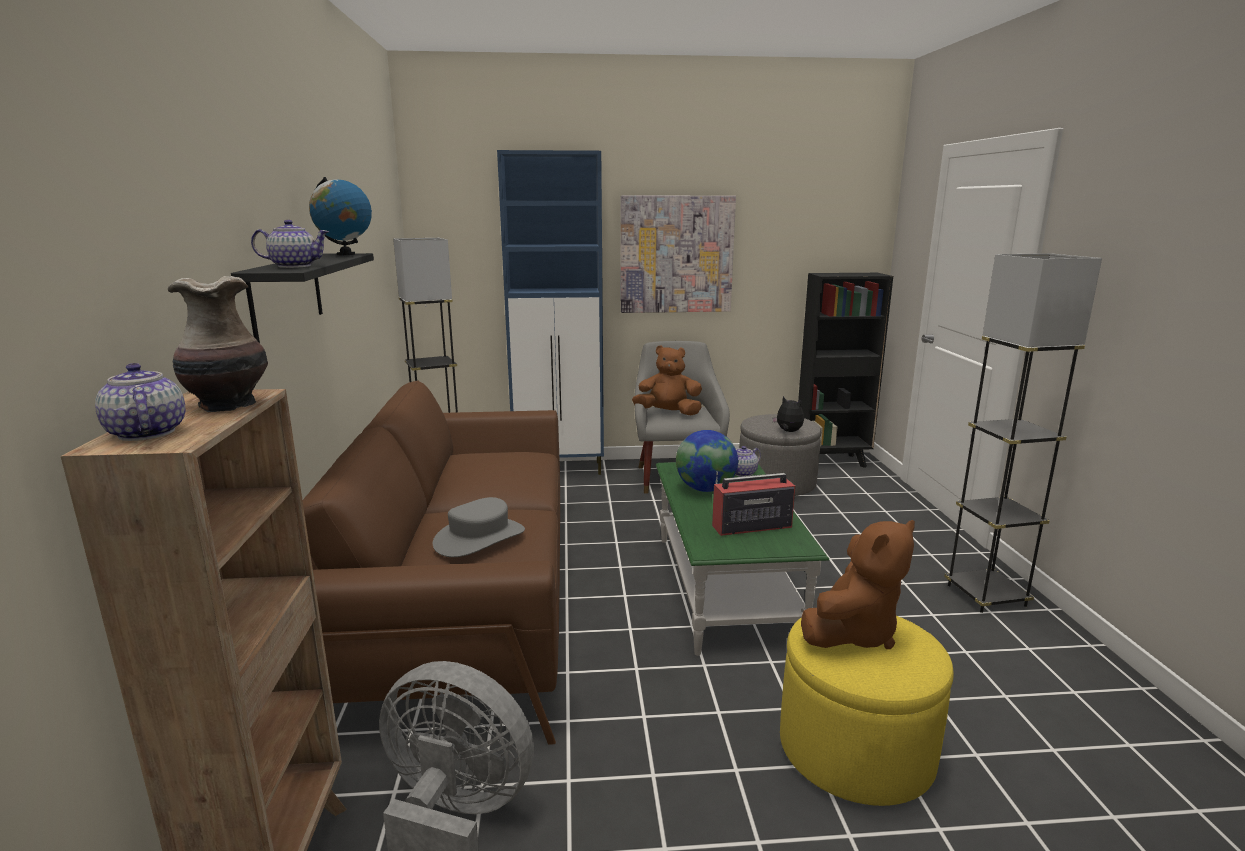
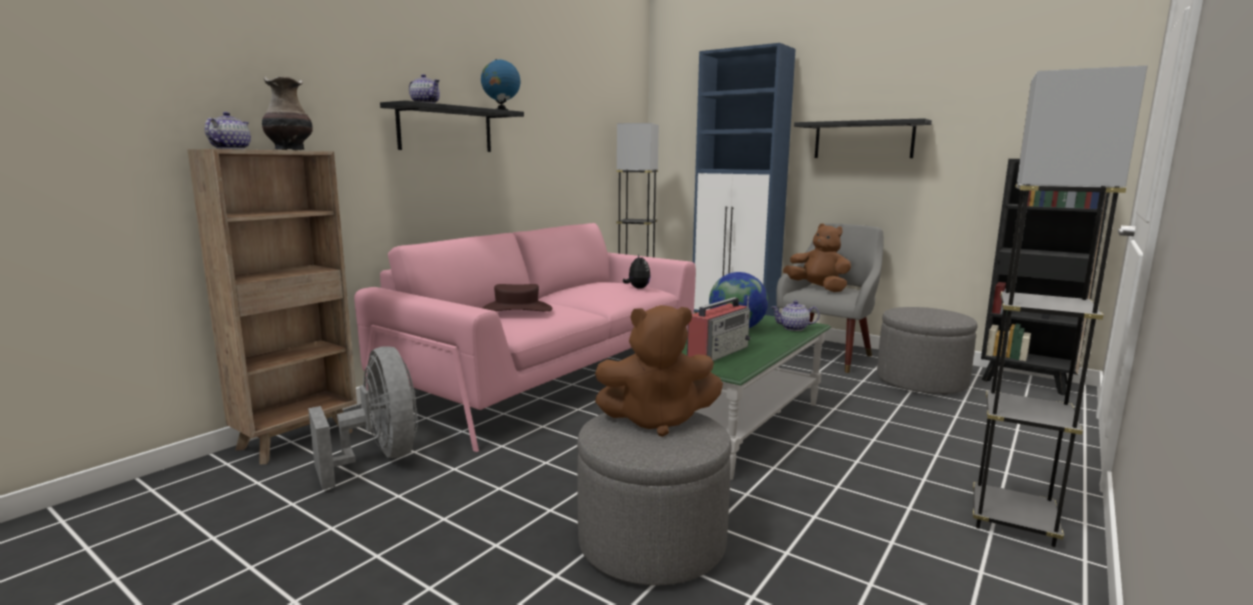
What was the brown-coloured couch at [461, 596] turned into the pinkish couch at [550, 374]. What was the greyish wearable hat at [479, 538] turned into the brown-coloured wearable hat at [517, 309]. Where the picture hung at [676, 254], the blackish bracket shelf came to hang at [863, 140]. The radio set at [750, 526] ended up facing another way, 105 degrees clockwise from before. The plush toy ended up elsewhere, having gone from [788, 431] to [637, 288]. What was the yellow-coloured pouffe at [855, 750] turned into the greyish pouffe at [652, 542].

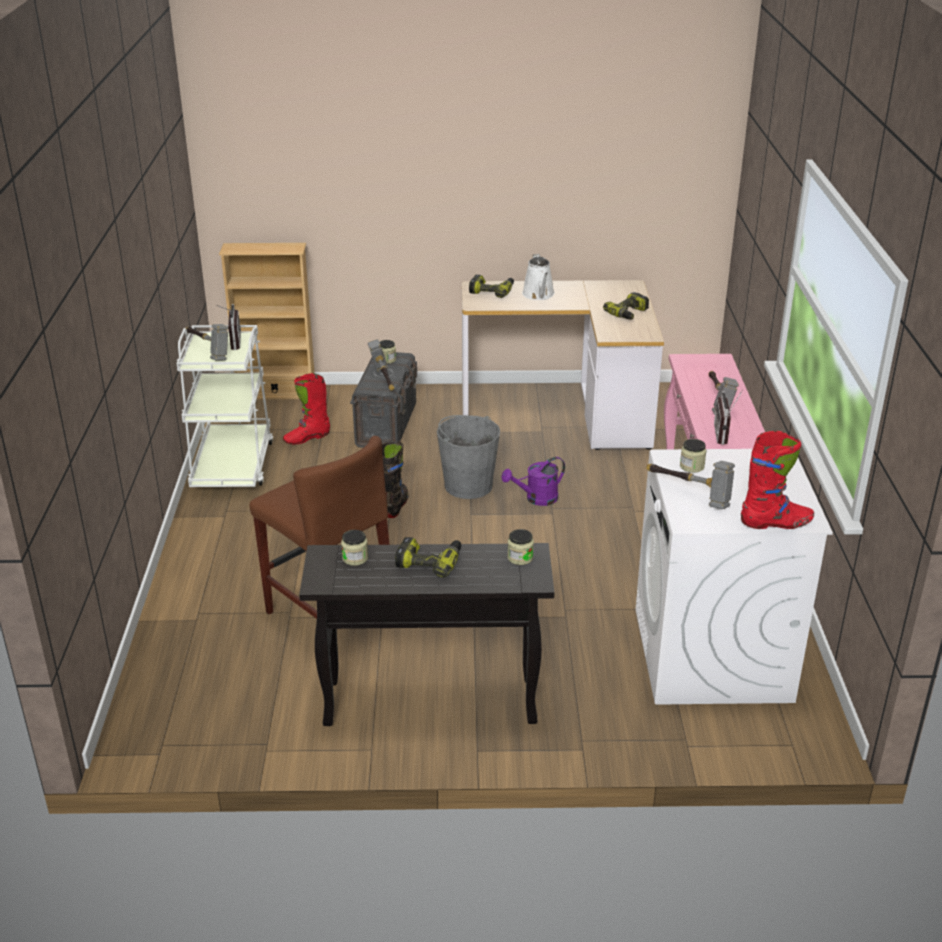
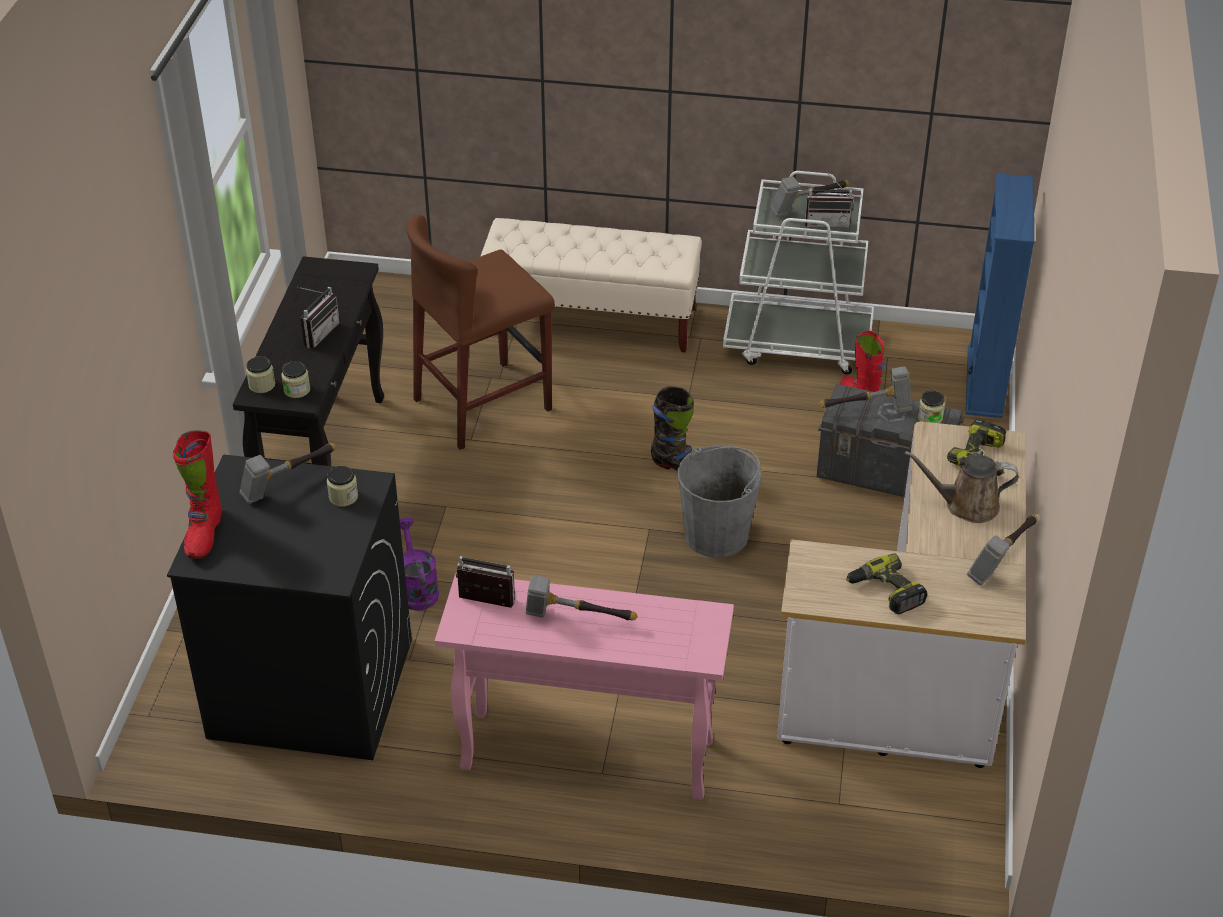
What was the sand-coloured shelving unit at [276, 393] turned into the blue shelving unit at [985, 382]. The preserve jar ended up elsewhere, having gone from [355, 558] to [262, 385]. Where the electric drill stood at [430, 562], the radio set came to stand at [317, 333]. The purple watering can ended up elsewhere, having gone from [536, 499] to [416, 588]. What was the whitish watering can at [539, 295] turned into the brown-coloured watering can at [966, 505]. What was the whitish laundry machine at [712, 655] turned into the blackish laundry machine at [309, 688]. The second view gained the sand-coloured indoor bench at [592, 321]. The second view gained the tool hammer at [1003, 558].

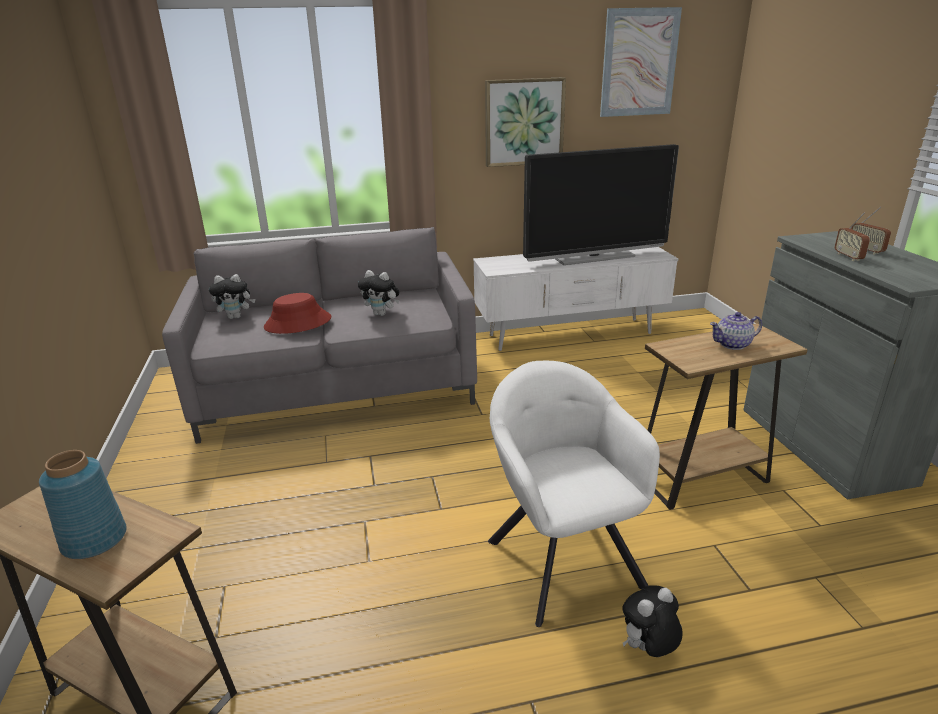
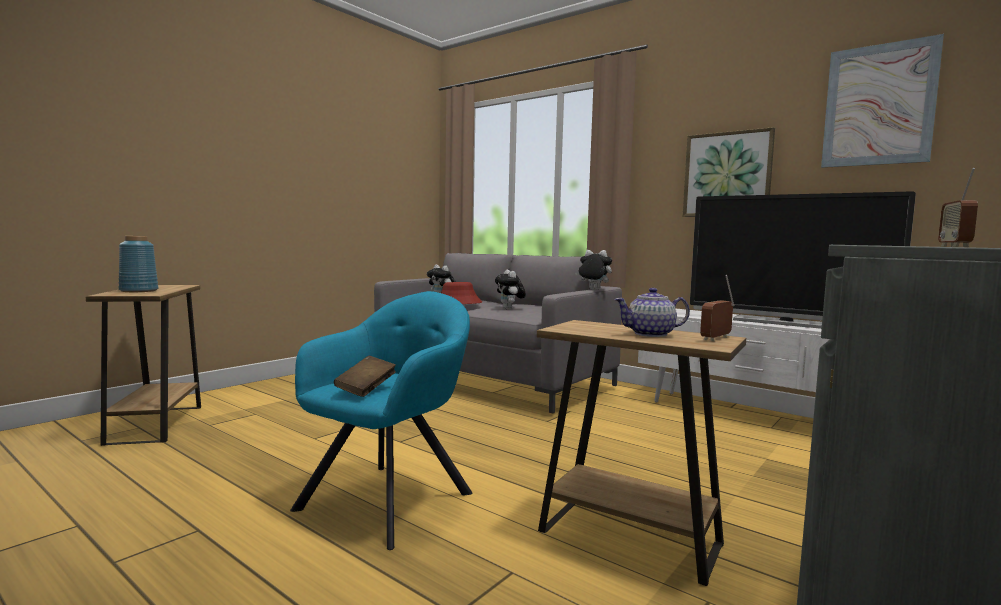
What was the whitish lounge chair at [561, 559] turned into the turquoise lounge chair at [390, 498]. The plush toy ended up elsewhere, having gone from [648, 649] to [593, 289]. The pot for tea at [733, 344] ended up facing another way, 45 degrees counterclockwise from before. The radio set ended up elsewhere, having gone from [848, 257] to [716, 338]. The second view gained the brown-coloured book at [366, 389].

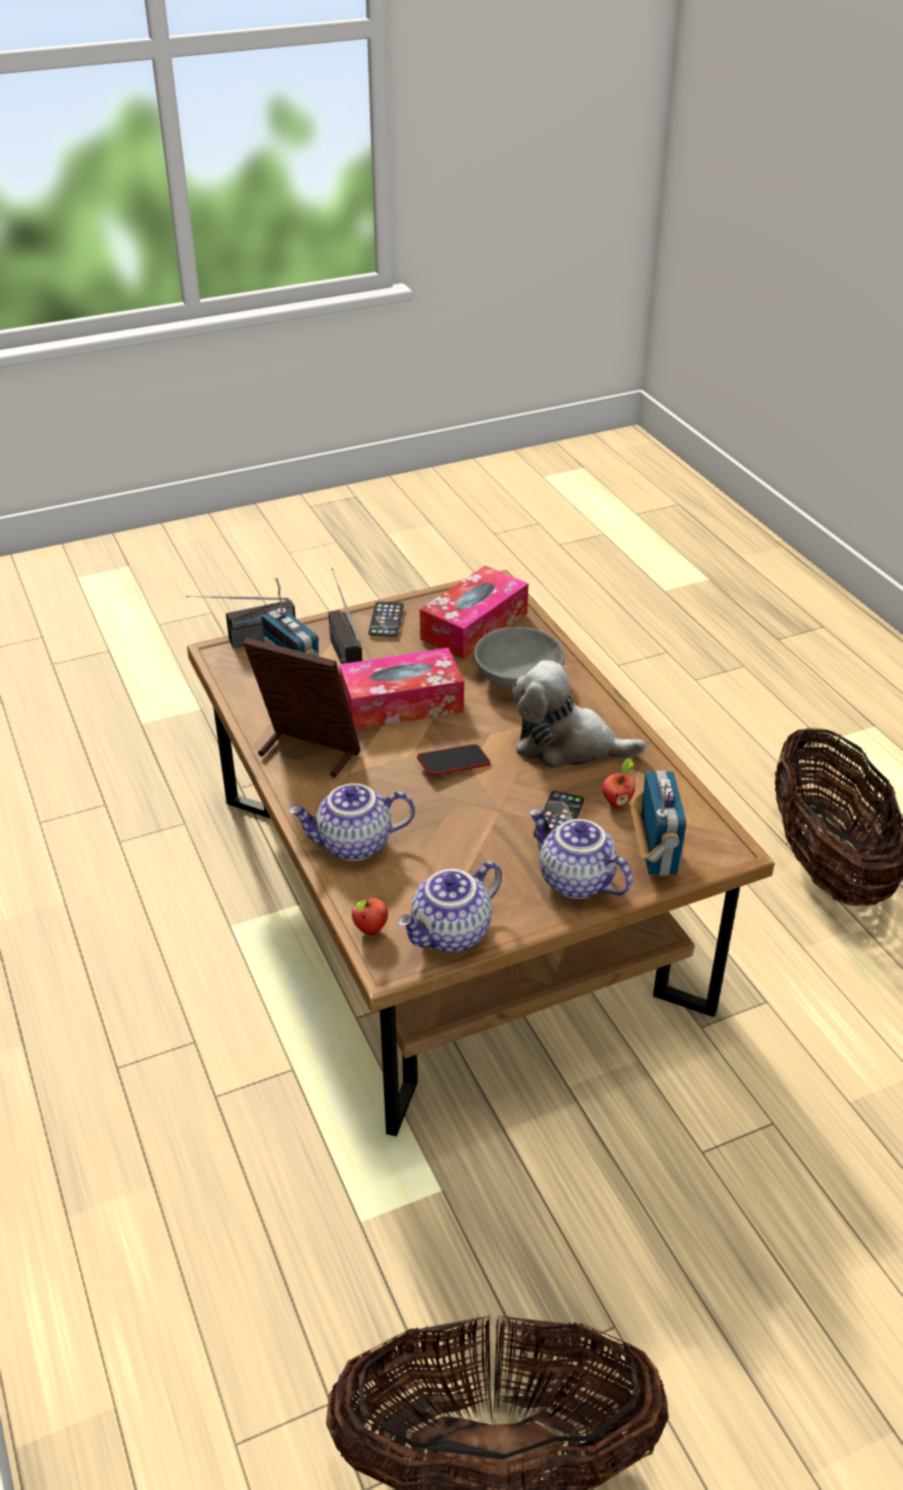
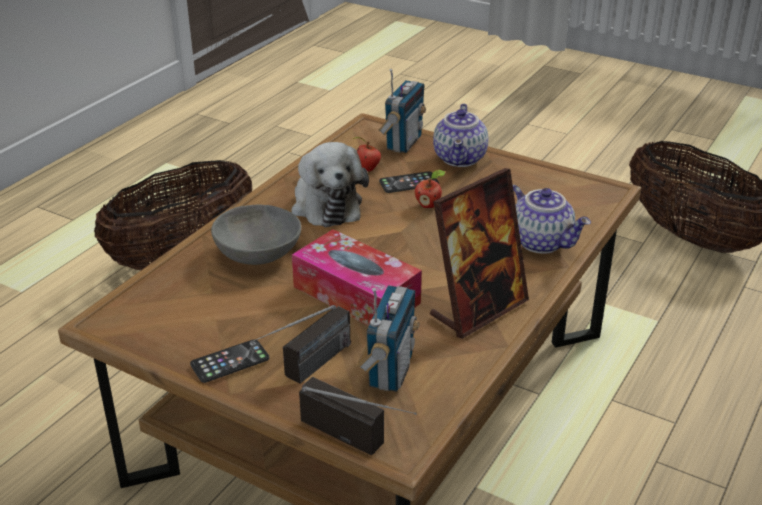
The picture frame at [307, 753] ended up facing another way, 120 degrees counterclockwise from before. The apple ended up elsewhere, having gone from [370, 931] to [429, 205]. The second view lost the pot for tea at [452, 934]. The second view lost the phone at [453, 764]. The second view lost the tissue box at [474, 626]. The radio set at [656, 855] ended up facing another way, 150 degrees clockwise from before.

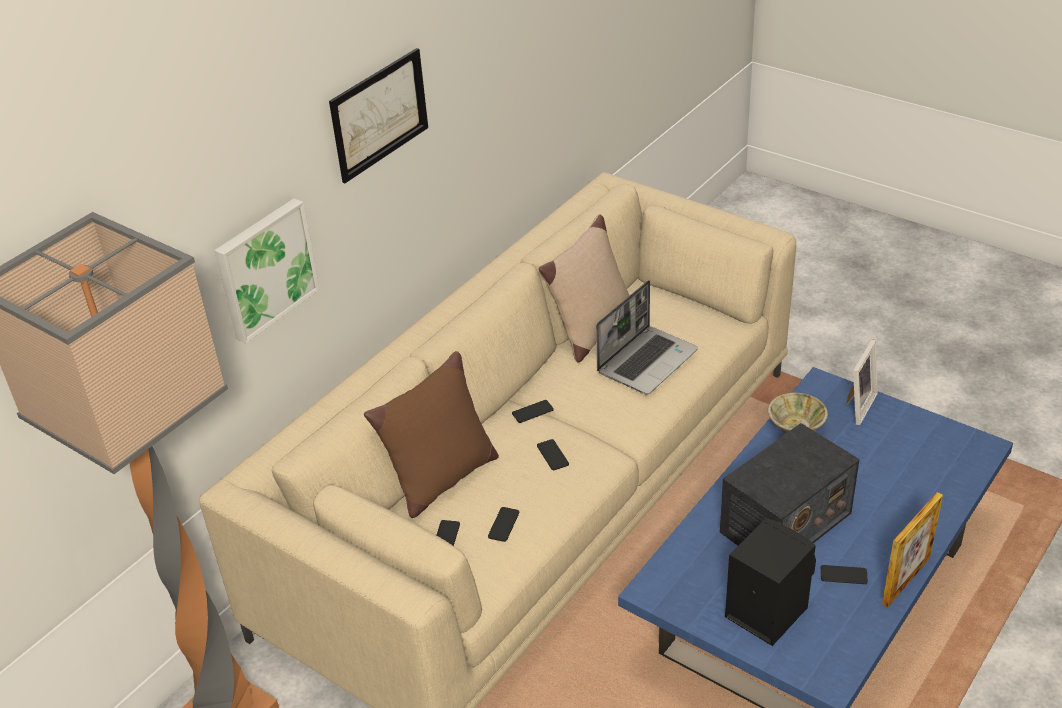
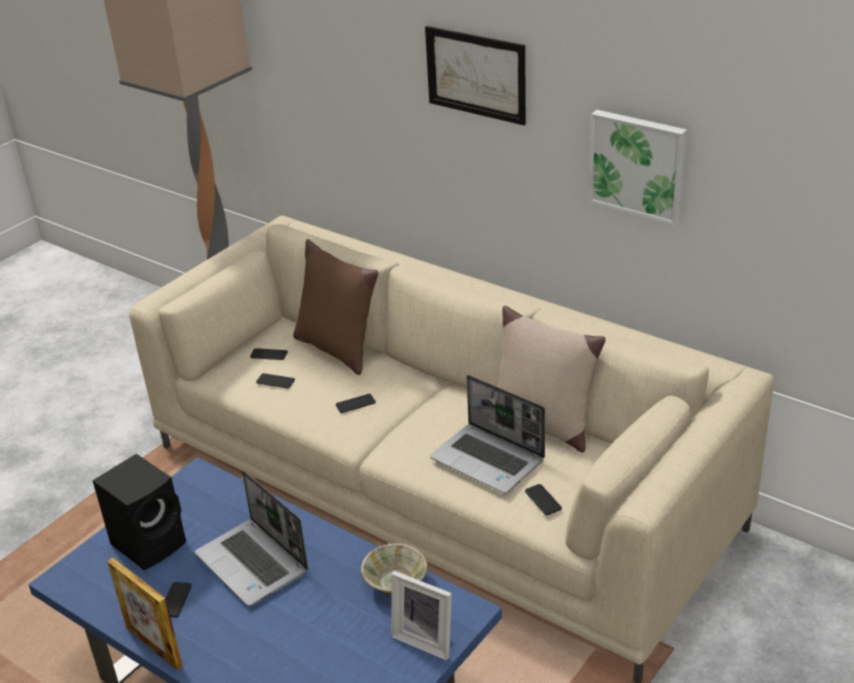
The picture ended up elsewhere, having gone from [264, 268] to [638, 165]. The phone ended up elsewhere, having gone from [532, 412] to [543, 500]. Where the radio set stood at [785, 523], the portable computer came to stand at [254, 564].

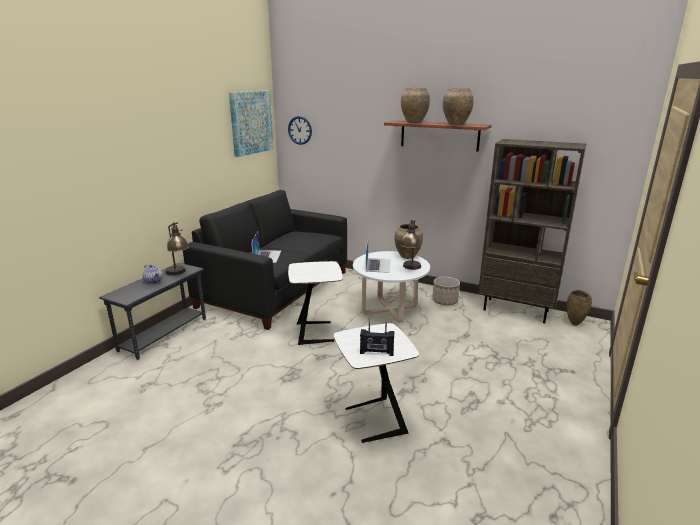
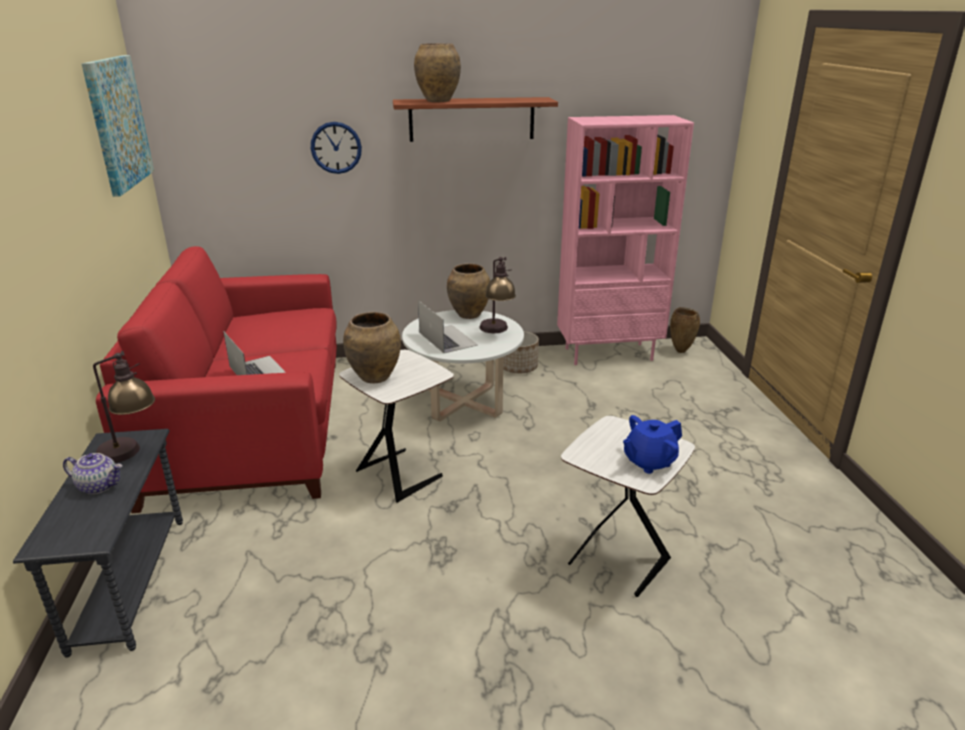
What was the blackish couch at [276, 288] turned into the red-coloured couch at [253, 426]. The wall clock ended up elsewhere, having gone from [300, 130] to [336, 147]. Where the radio set stood at [376, 352], the blue pot for tea came to stand at [649, 462]. The brown-coloured decorative vase ended up elsewhere, having gone from [456, 124] to [375, 377]. What was the brown-coloured shelving unit at [516, 310] turned into the pinkish shelving unit at [609, 353].

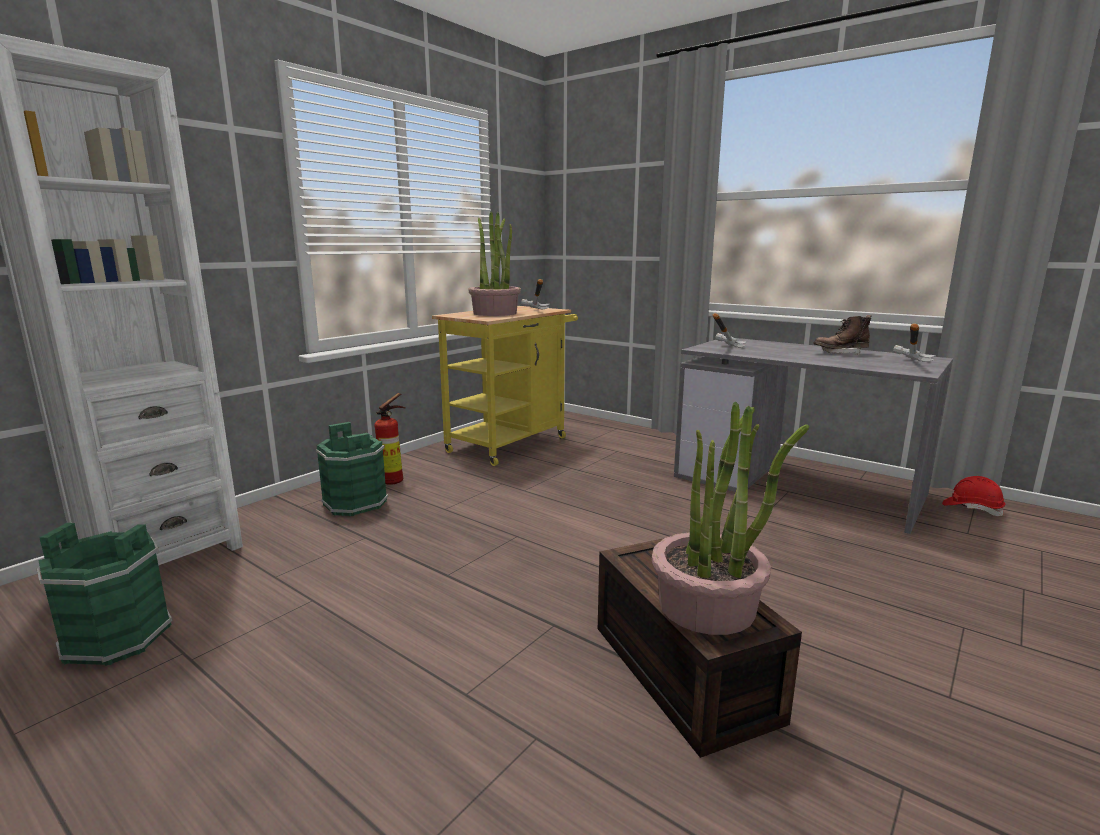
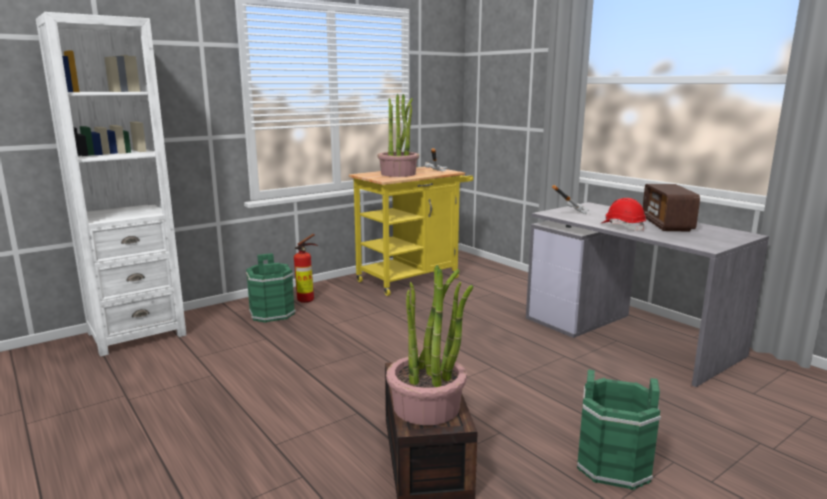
The green water bucket ended up elsewhere, having gone from [118, 637] to [613, 464]. Where the brown-coloured boot stood at [840, 353], the radio set came to stand at [667, 224]. The second view lost the tool hammer at [904, 363]. The red-coloured safety helmet ended up elsewhere, having gone from [972, 508] to [622, 227].

